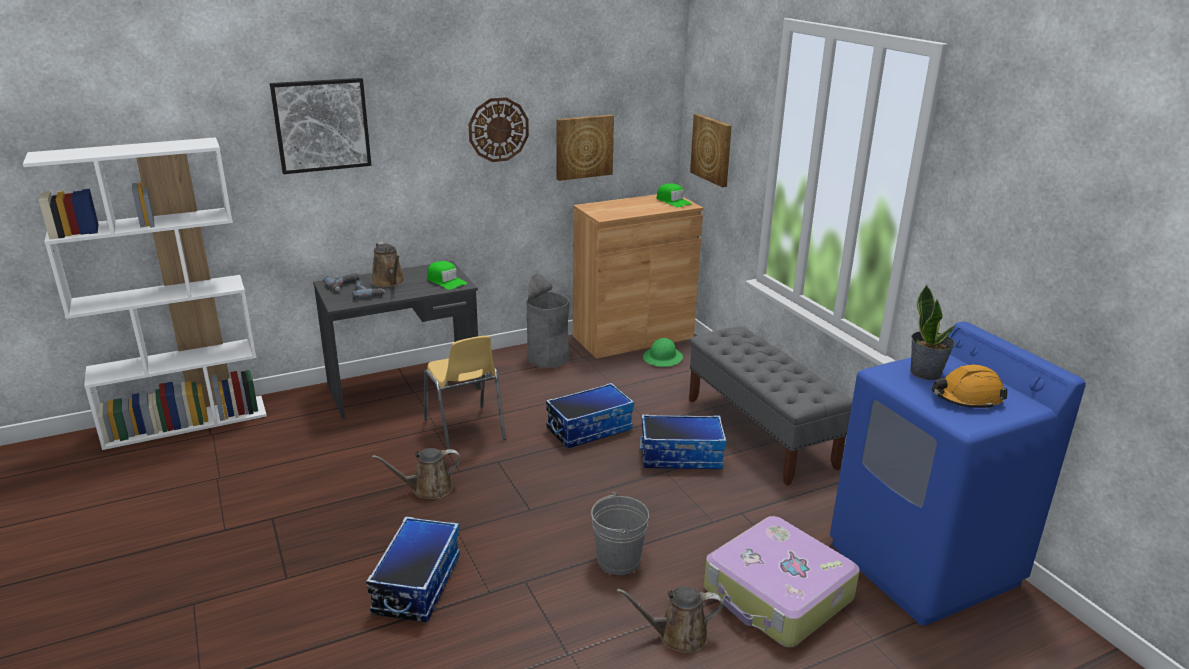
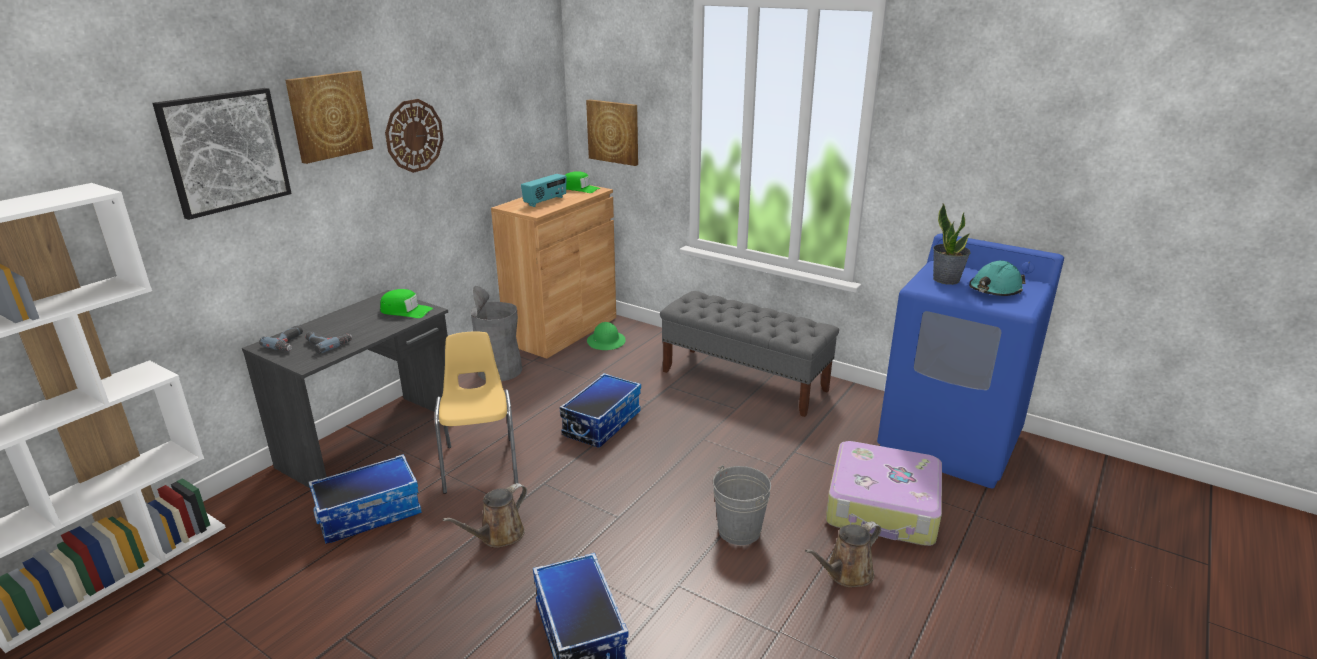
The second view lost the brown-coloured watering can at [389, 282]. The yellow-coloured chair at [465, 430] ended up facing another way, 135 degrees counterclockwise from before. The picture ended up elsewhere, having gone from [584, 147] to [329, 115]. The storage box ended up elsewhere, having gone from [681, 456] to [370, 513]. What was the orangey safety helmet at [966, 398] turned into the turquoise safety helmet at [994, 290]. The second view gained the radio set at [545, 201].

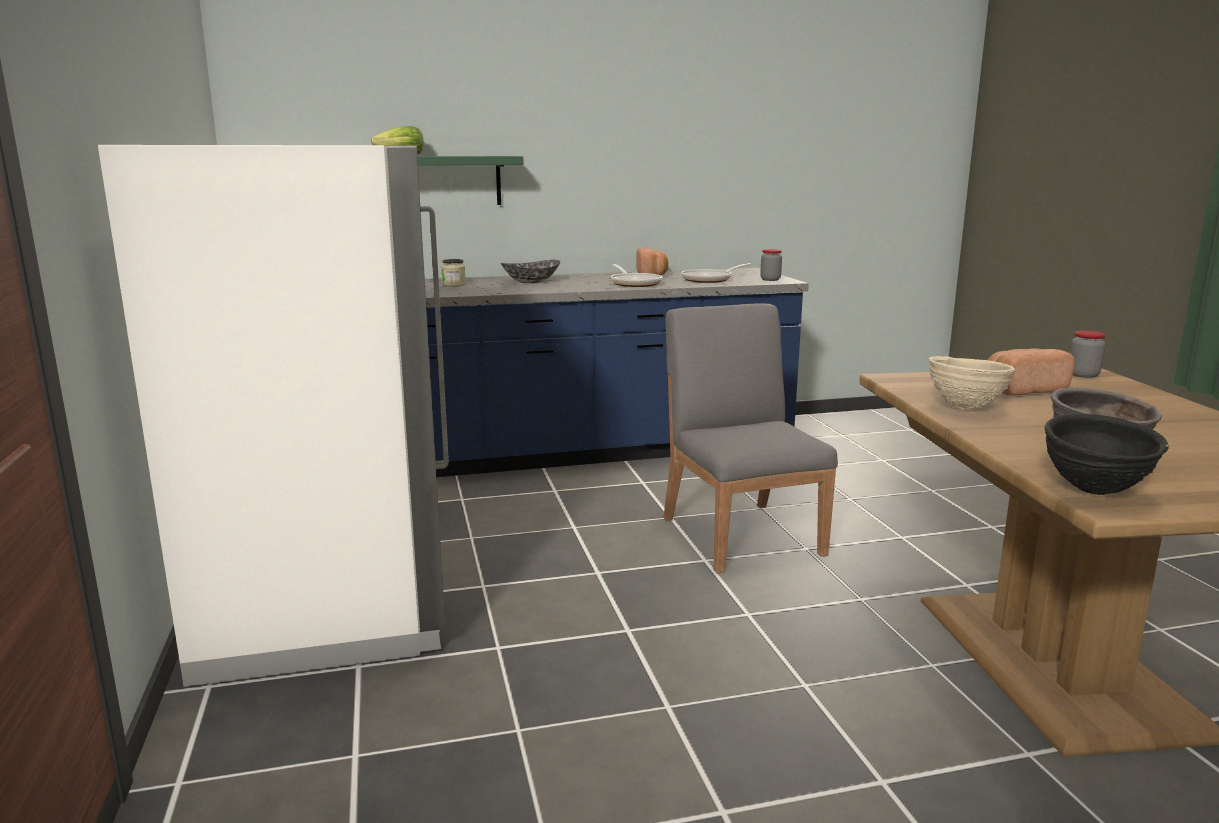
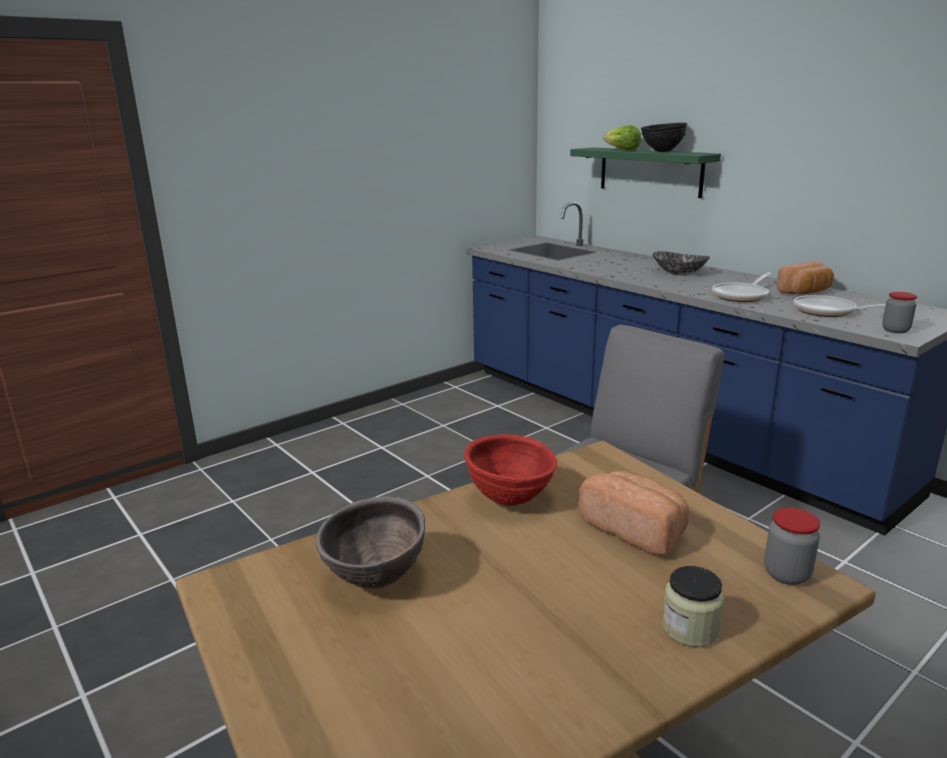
The second view lost the whitish kitchen fridge at [328, 601]. The preserve jar ended up elsewhere, having gone from [454, 284] to [690, 628]. What was the sand-coloured deep dish at [965, 408] turned into the red-coloured deep dish at [510, 501]. The blackish deep dish ended up elsewhere, having gone from [1094, 491] to [662, 152].

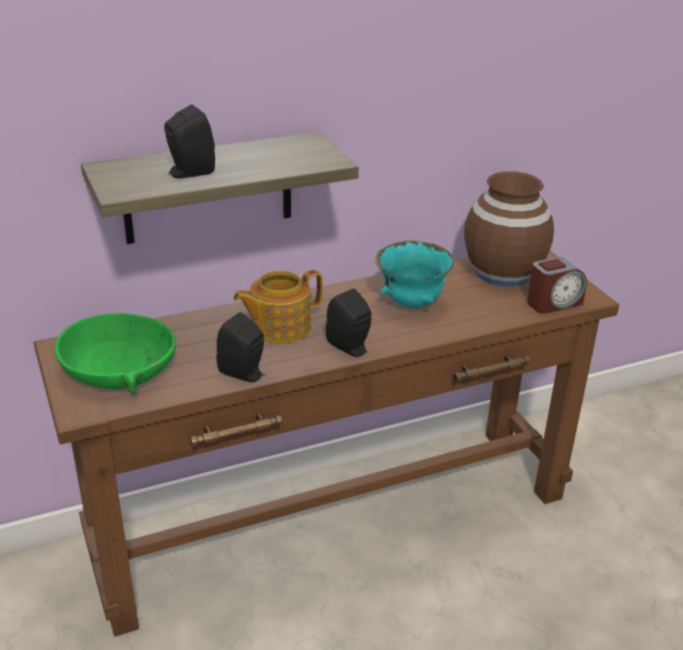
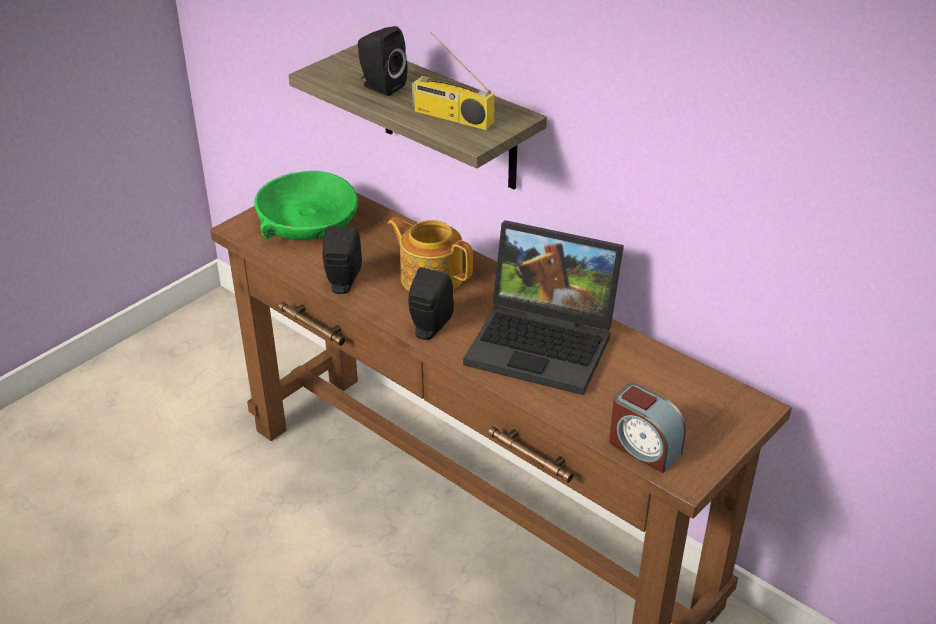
Where the turquoise deep dish stood at [411, 303], the portable computer came to stand at [546, 343]. The second view lost the brown-coloured decorative vase at [503, 272]. The second view gained the radio set at [451, 117].

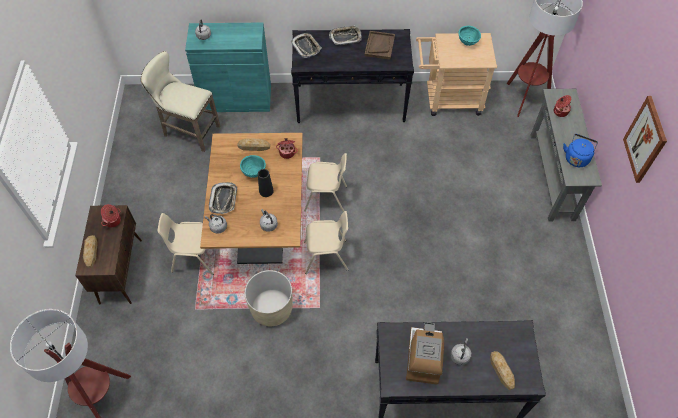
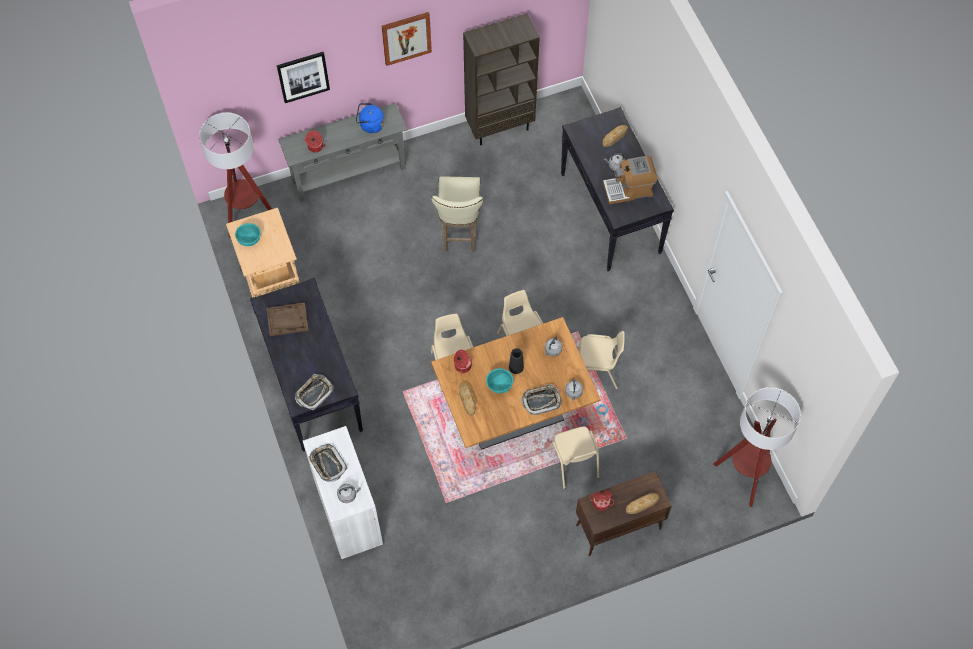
The sand-coloured sitting stool ended up elsewhere, having gone from [188, 131] to [459, 232]. What was the turquoise cupboard at [236, 99] turned into the whitish cupboard at [348, 513]. Where the sand-coloured plant pot stood at [271, 308], the sand-coloured chair came to stand at [596, 371]. The tray ended up elsewhere, having gone from [345, 37] to [327, 464]. The second view gained the picture at [303, 76]. The second view gained the brown-coloured shelving unit at [500, 127].

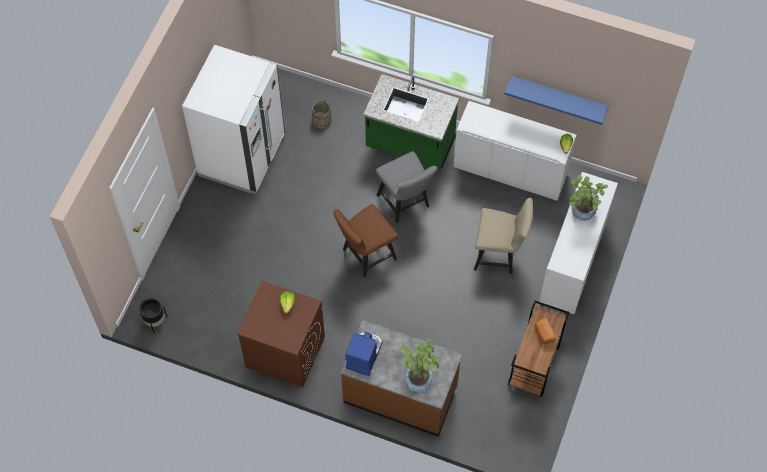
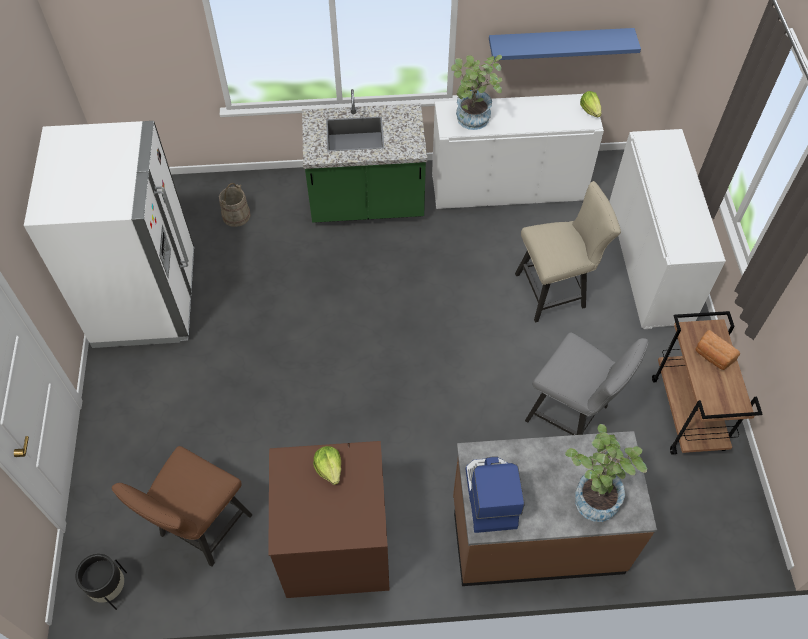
The brown-coloured chair ended up elsewhere, having gone from [365, 256] to [201, 529]. The greyish chair ended up elsewhere, having gone from [405, 203] to [572, 415]. The potted plant ended up elsewhere, having gone from [581, 213] to [472, 122].

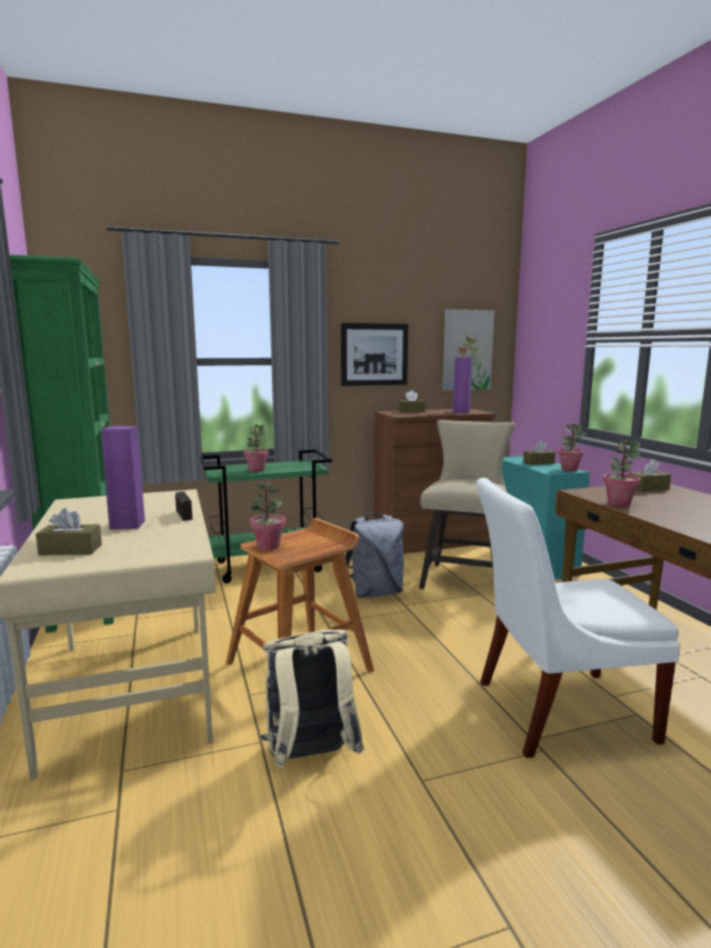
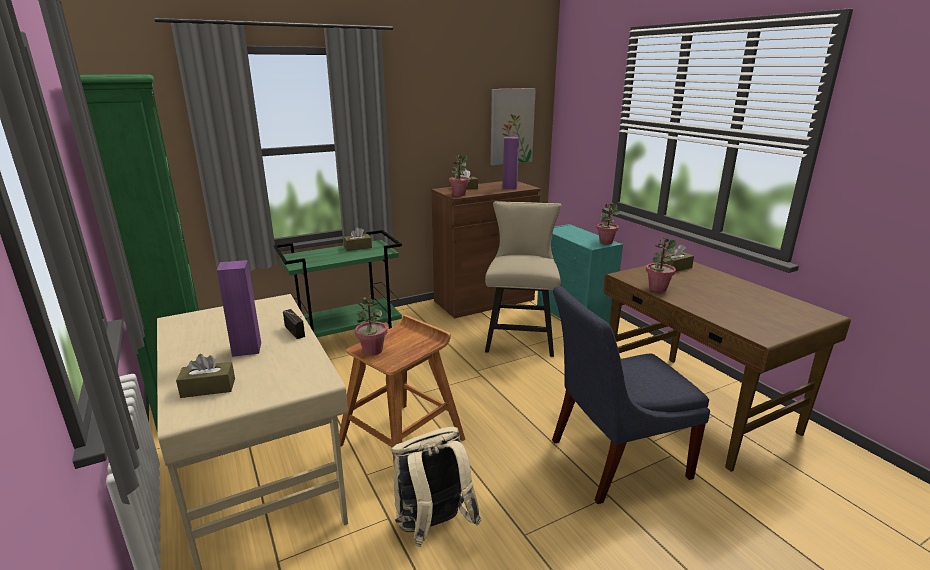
The potted plant ended up elsewhere, having gone from [256, 470] to [459, 194]. The second view lost the picture at [374, 354]. The second view lost the greyish rucksack at [375, 593]. What was the whitish chair at [555, 710] turned into the blue chair at [613, 459]. The brown-coloured tissue box ended up elsewhere, having gone from [538, 463] to [358, 247].

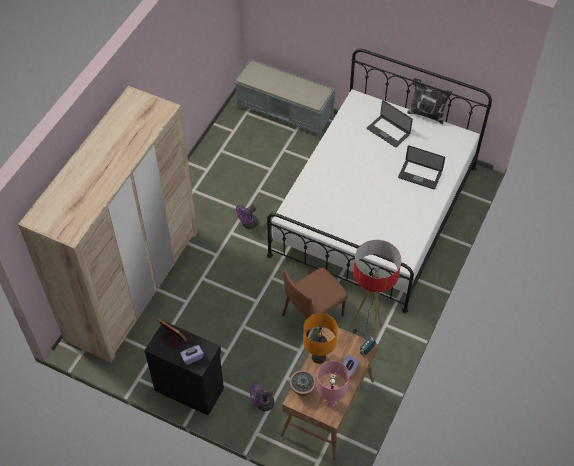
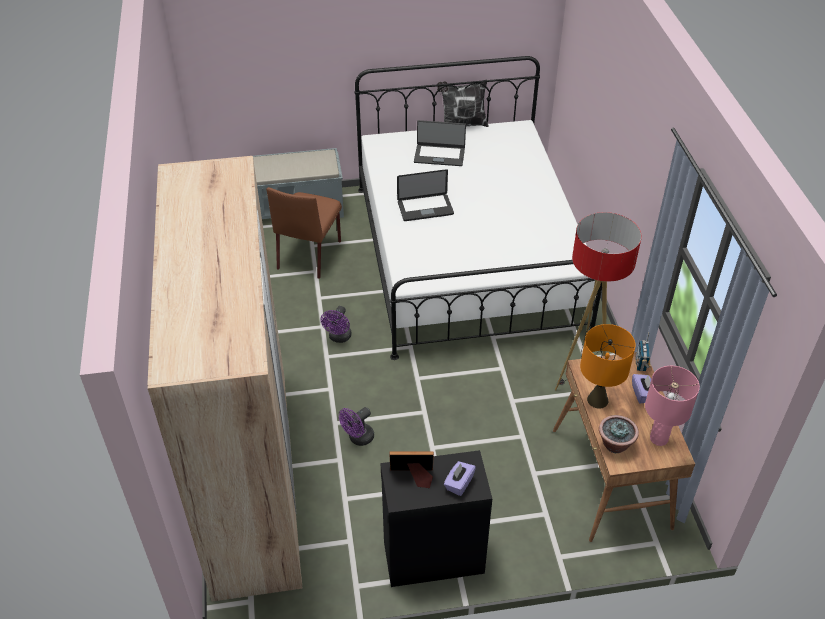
The purple electric fan ended up elsewhere, having gone from [262, 403] to [358, 438]. The brown-coloured chair ended up elsewhere, having gone from [313, 315] to [309, 254]. The portable computer ended up elsewhere, having gone from [419, 175] to [425, 208].

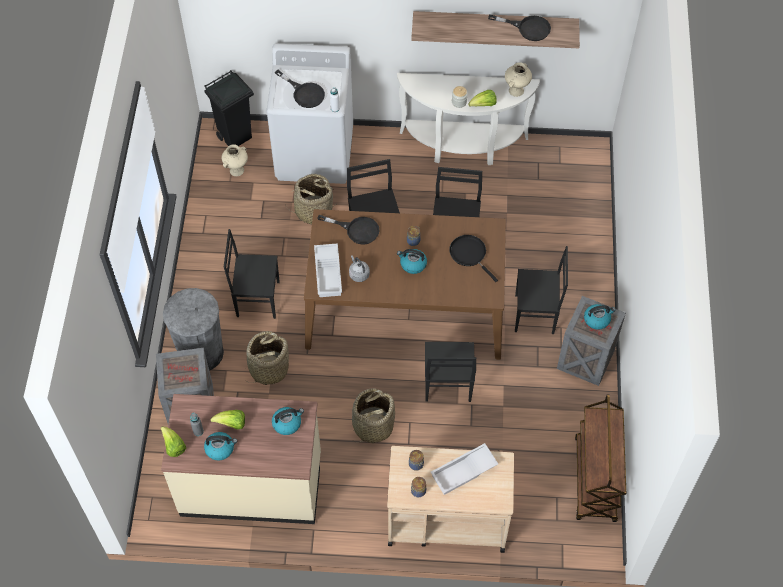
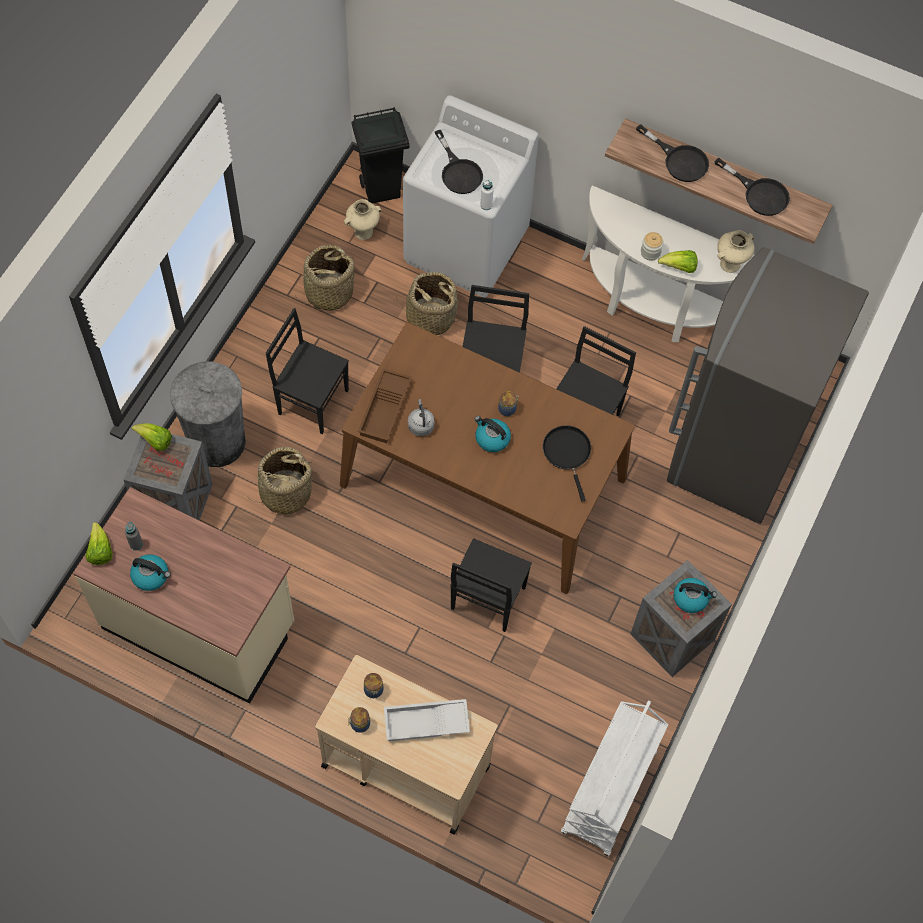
The lettuce ended up elsewhere, having gone from [232, 423] to [155, 441]. The second view lost the tea kettle at [287, 423]. What was the whitish tray at [329, 273] turned into the brown-coloured tray at [386, 409]. The blackish frying pan ended up elsewhere, having gone from [356, 230] to [679, 160]. The household basket ended up elsewhere, having gone from [372, 426] to [328, 292]. The second view lost the blackish chair at [535, 315]. What was the brown-coloured trolley at [595, 480] turned into the whitish trolley at [609, 793]. The second view gained the greyish kitchen fridge at [735, 451].

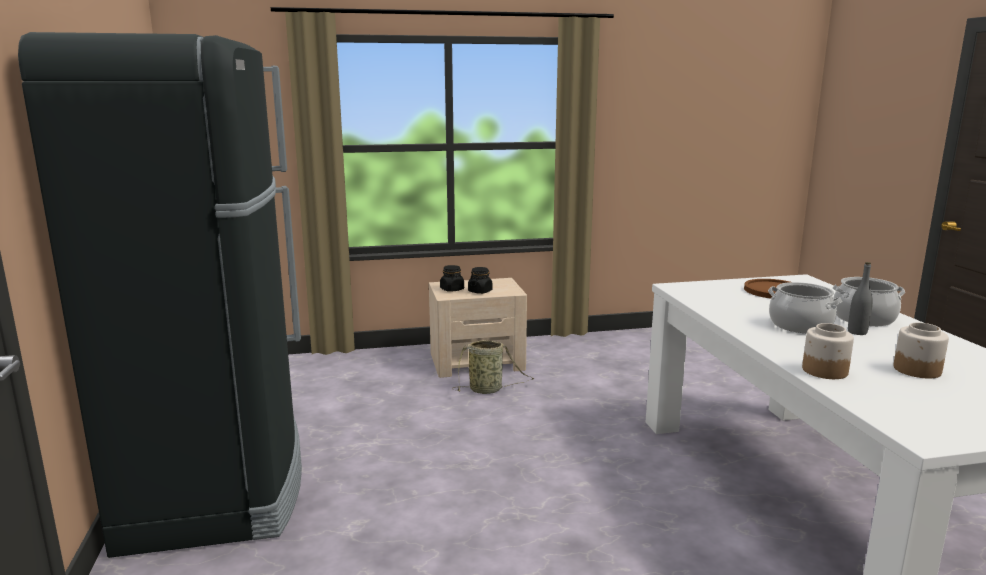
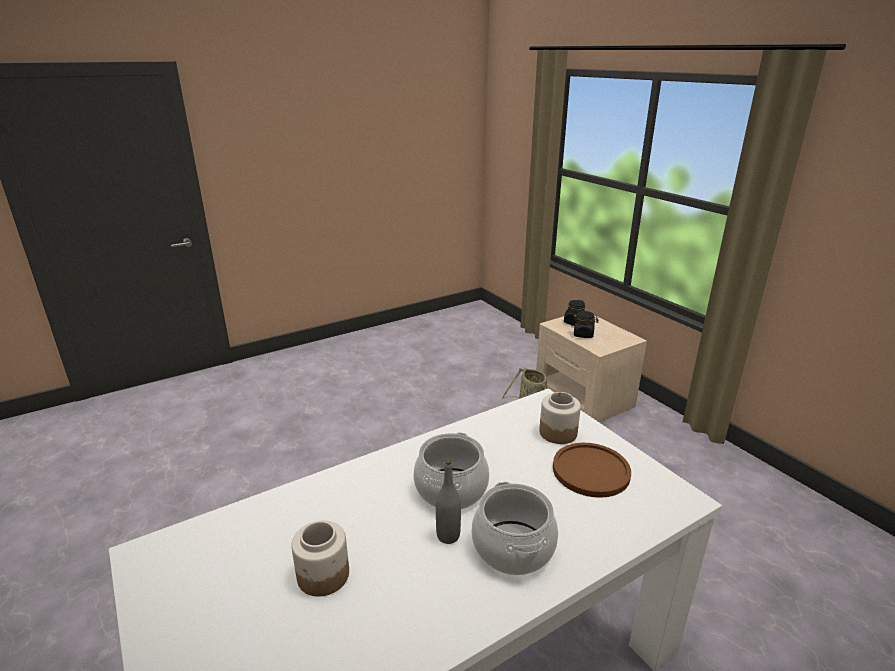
The second view lost the blackish kitchen fridge at [218, 488]. The preserve jar ended up elsewhere, having gone from [824, 371] to [558, 432].

